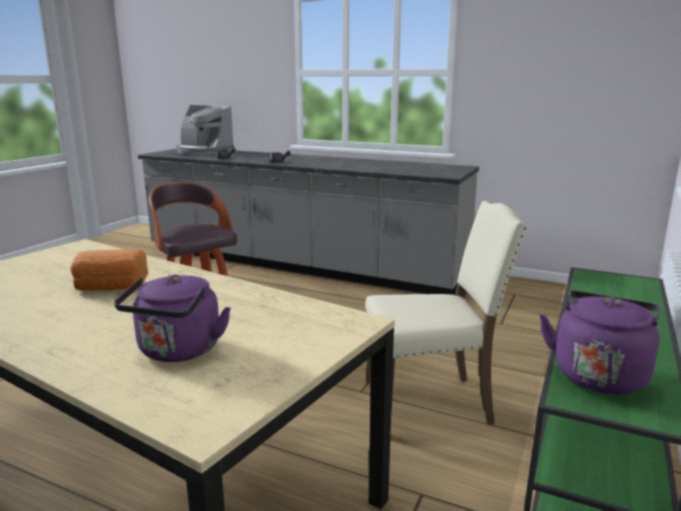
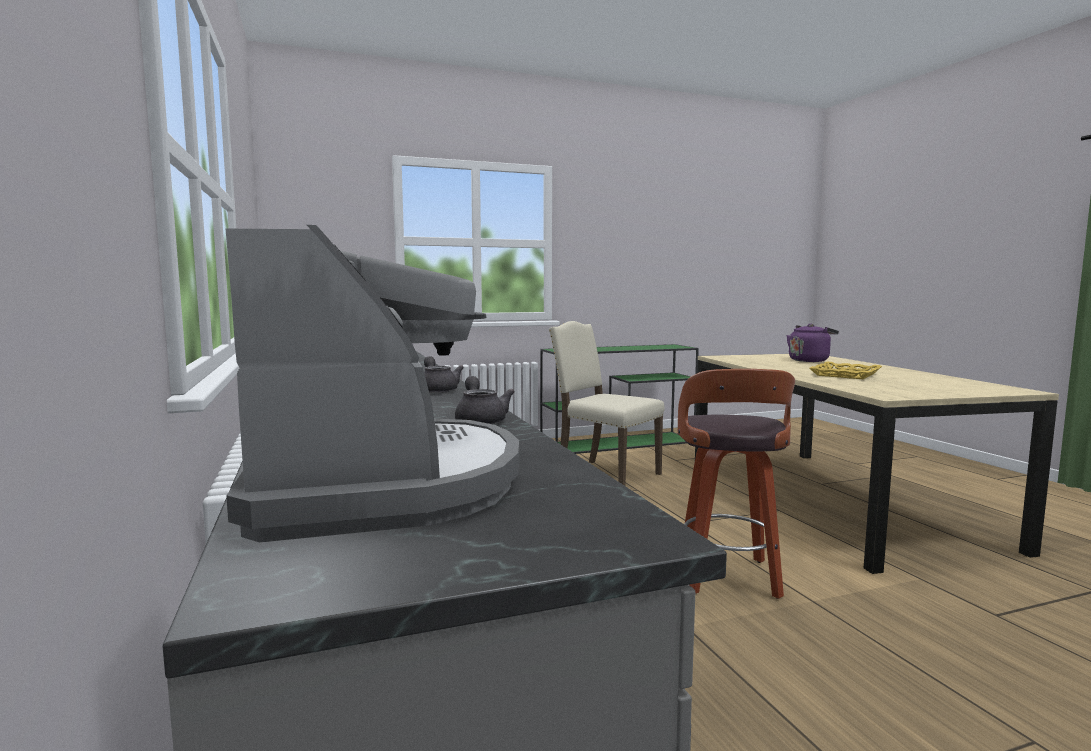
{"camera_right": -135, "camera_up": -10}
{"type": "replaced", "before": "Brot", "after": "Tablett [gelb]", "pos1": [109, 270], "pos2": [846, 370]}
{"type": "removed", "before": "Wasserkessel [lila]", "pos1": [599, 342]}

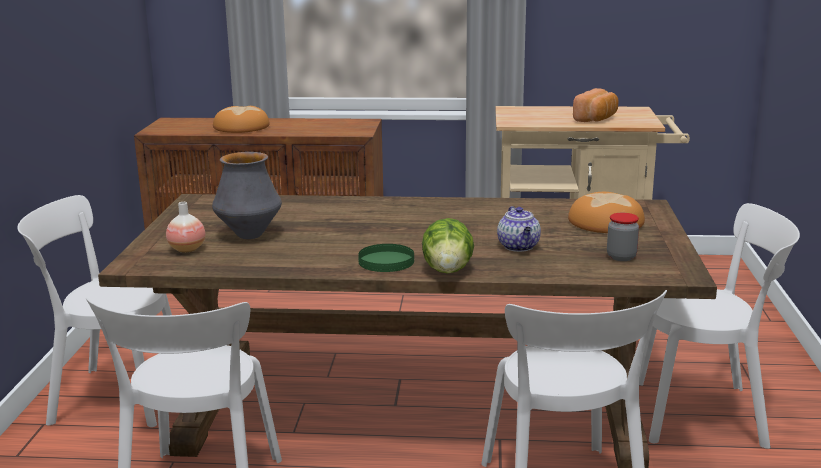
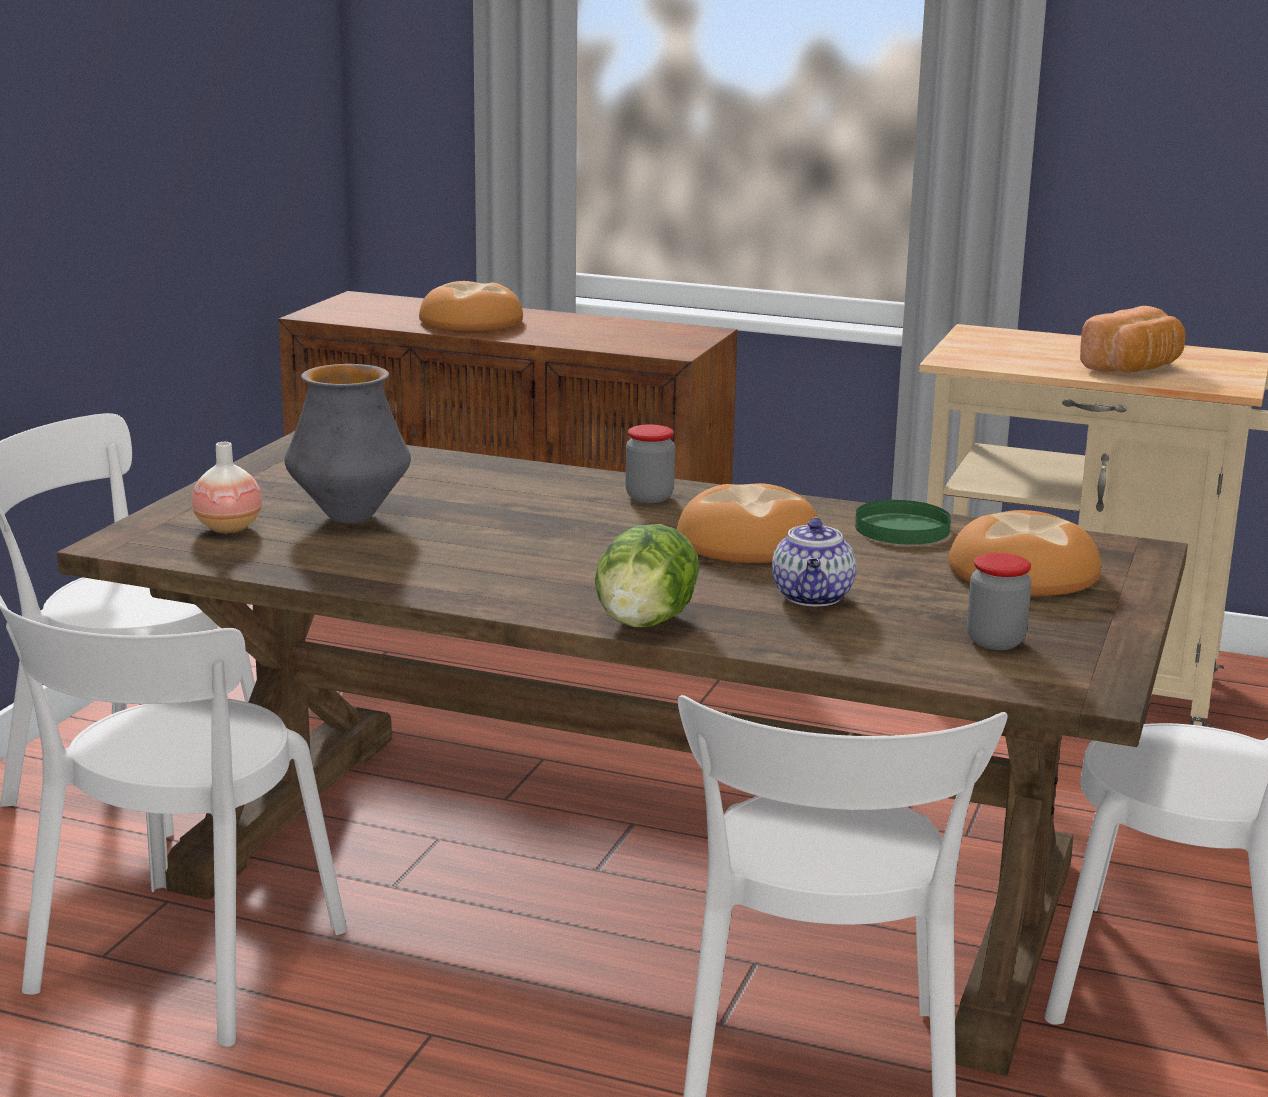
{"camera_right": 15, "camera_up": 0}
{"type": "moved", "before": "Teller [grün]", "pos1": [386, 258], "pos2": [903, 522]}
{"type": "added", "after": "Vorratsglas", "pos2": [650, 464]}
{"type": "added", "after": "Brot", "pos2": [747, 523]}

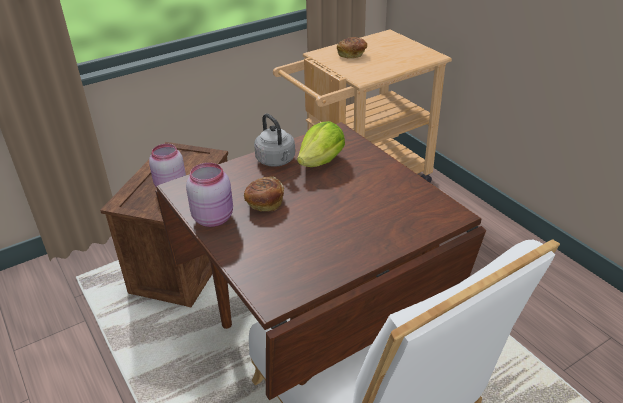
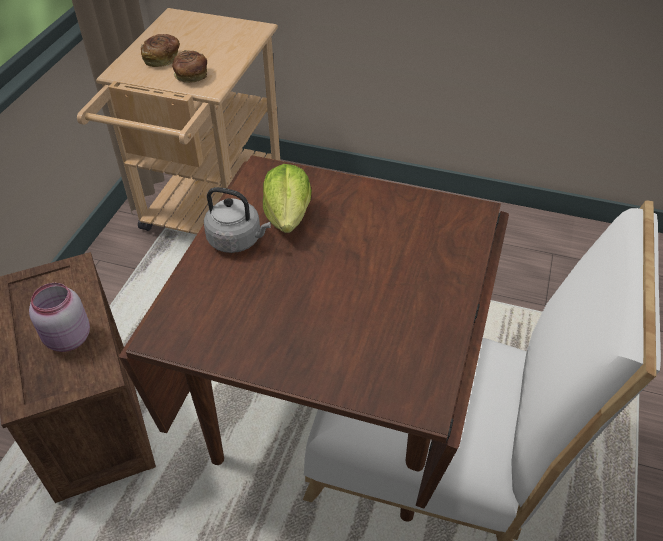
{"camera_right": -40, "camera_up": 10}
{"type": "removed", "before": "Vorratsglas [rosa]", "pos1": [209, 195]}
{"type": "moved", "before": "Brot", "pos1": [264, 193], "pos2": [189, 66]}

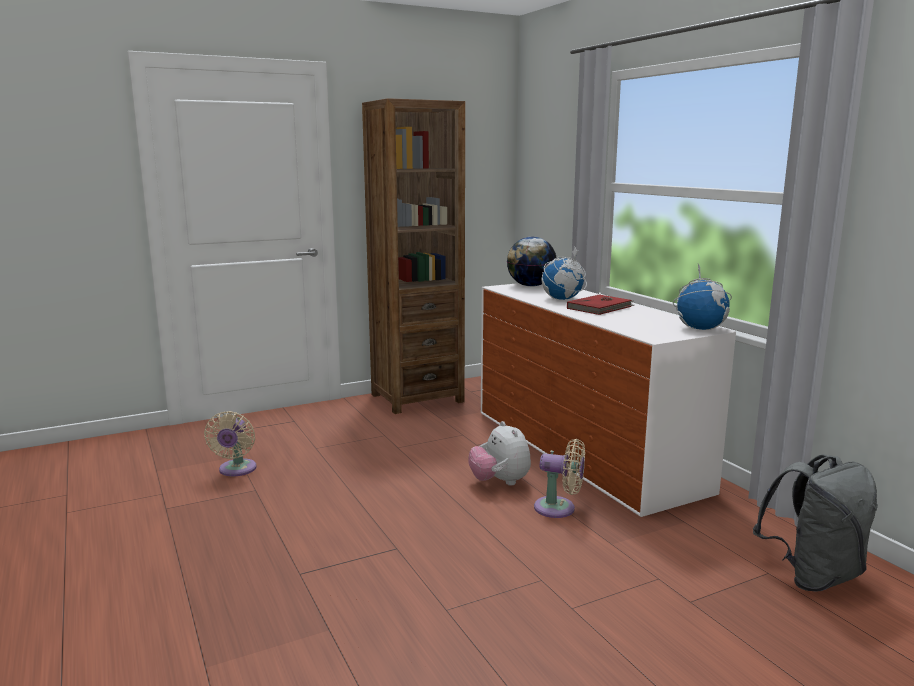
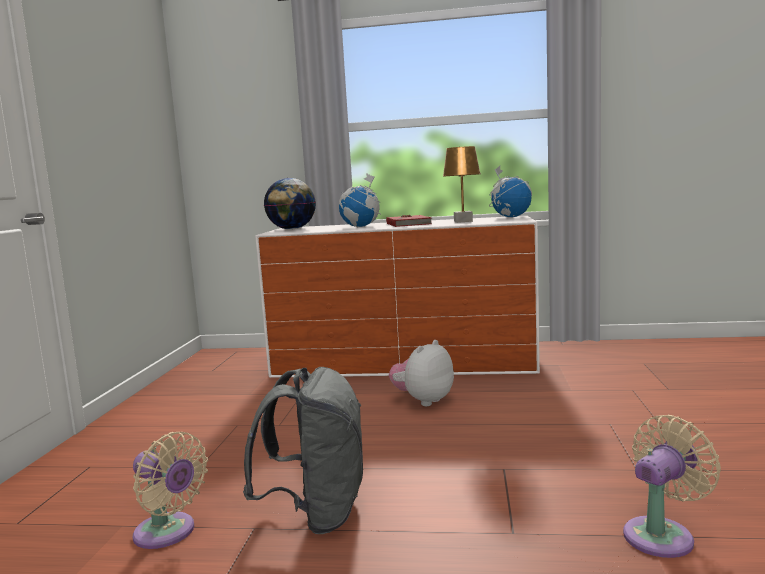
{"camera_right": -55, "camera_up": -5}
{"type": "removed", "before": "Bücherregal [braun]", "pos1": [413, 256]}
{"type": "turned", "before": "Plüschtier", "pos1": [499, 453], "pos2": [421, 373], "turn": 120}
{"type": "moved", "before": "Ventilator [beige]", "pos1": [559, 478], "pos2": [672, 486]}
{"type": "moved", "before": "Rucksack [grau]", "pos1": [815, 523], "pos2": [303, 450]}
{"type": "added", "after": "Tischlampe [braun]", "pos2": [462, 184]}

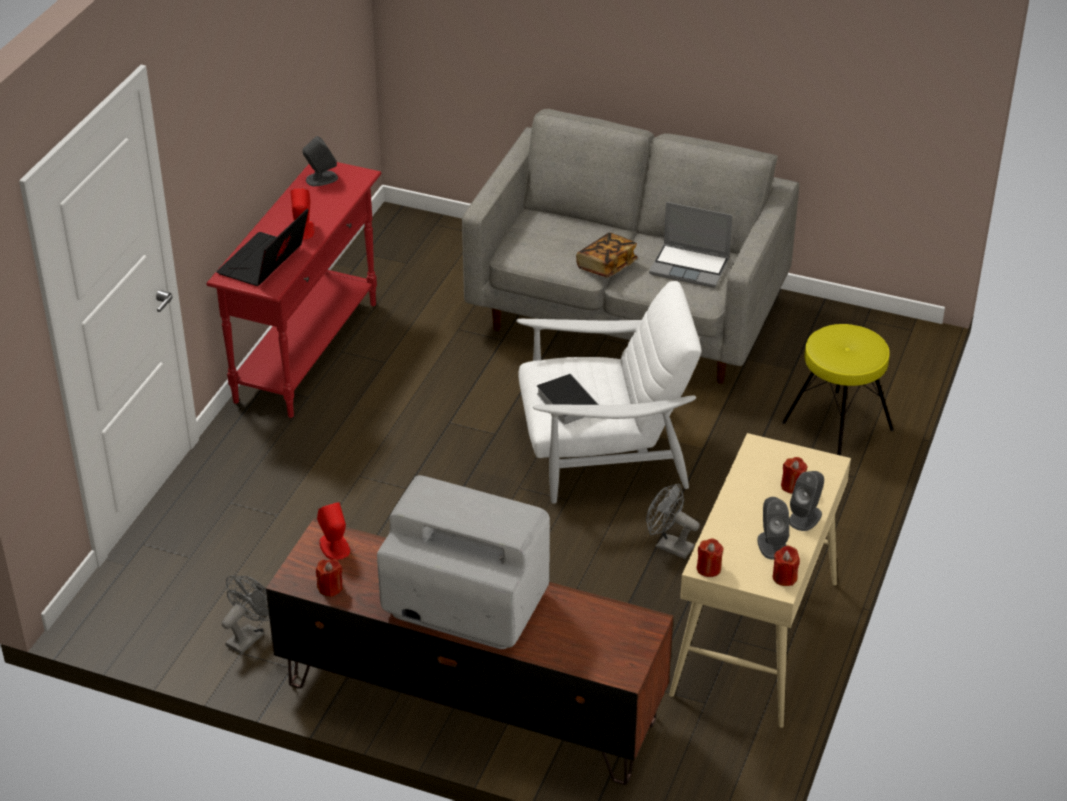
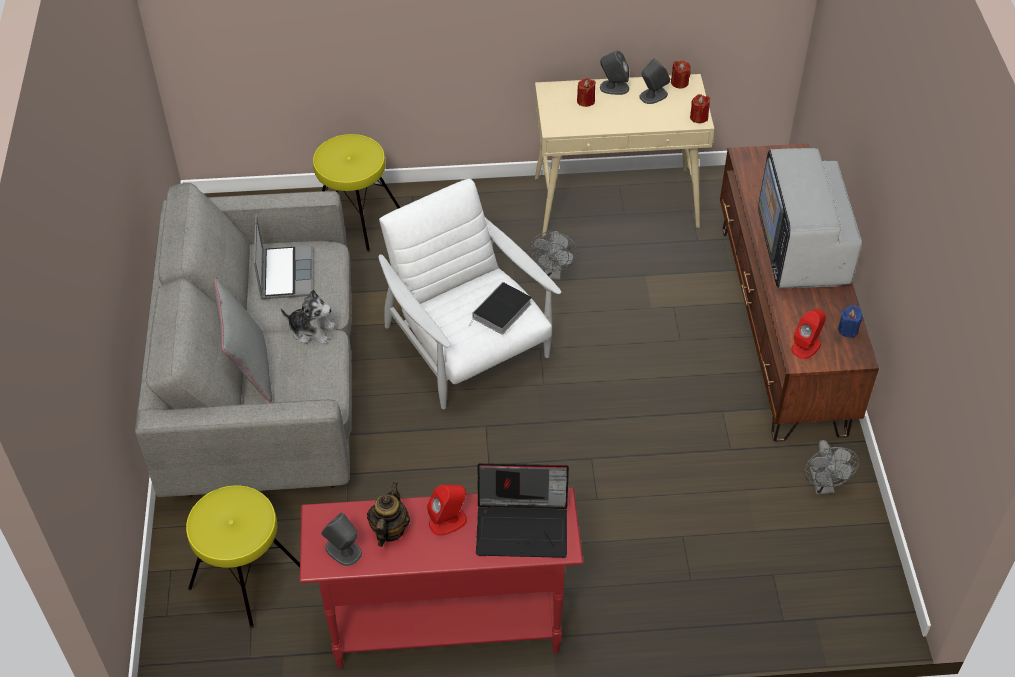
{"camera_right": -115, "camera_up": 10}
{"type": "turned", "before": "Ventilator [grau]", "pos1": [245, 615], "pos2": [831, 467], "turn": -105}
{"type": "recoloured", "before": "Kerze [rot]", "after": "Kerze [blau]", "pos1": [329, 578], "pos2": [850, 321]}
{"type": "replaced", "before": "Buch", "after": "Plüschtier", "pos1": [607, 255], "pos2": [308, 317]}
{"type": "added", "after": "Hocker [gelb]", "pos2": [243, 557]}
{"type": "added", "after": "Kissen [grau]", "pos2": [243, 340]}
{"type": "added", "after": "Teekanne", "pos2": [388, 514]}

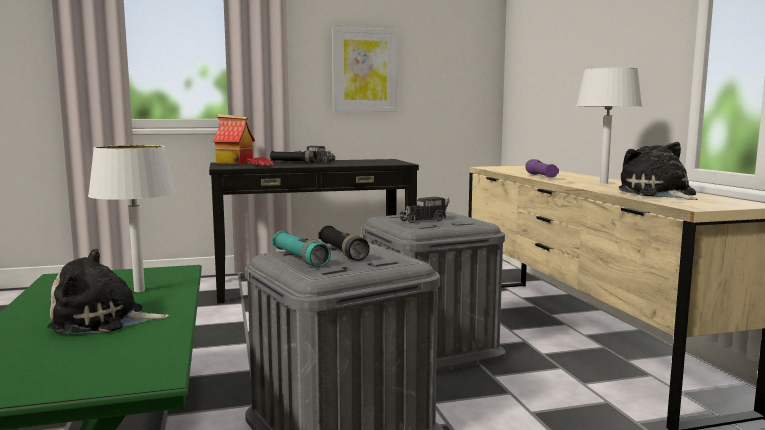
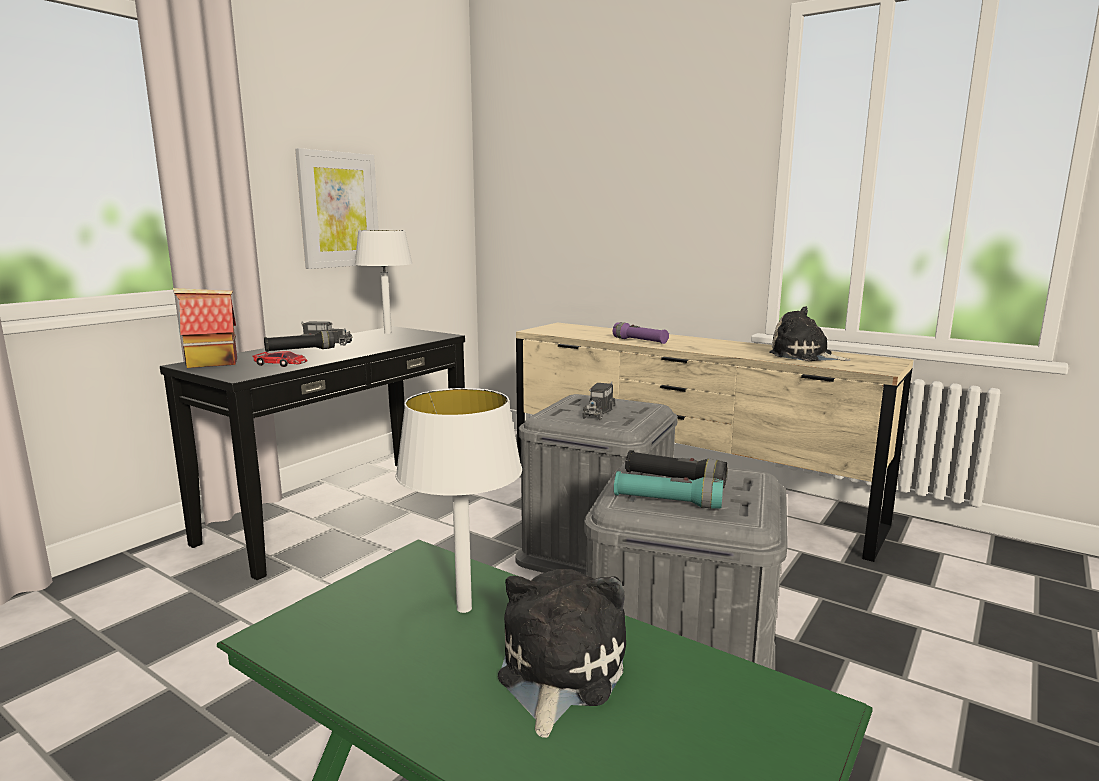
{"camera_right": -40, "camera_up": 5}
{"type": "turned", "before": "Plüschtier", "pos1": [108, 290], "pos2": [562, 653], "turn": 150}
{"type": "moved", "before": "Tischlampe [weiß]", "pos1": [609, 125], "pos2": [383, 282]}

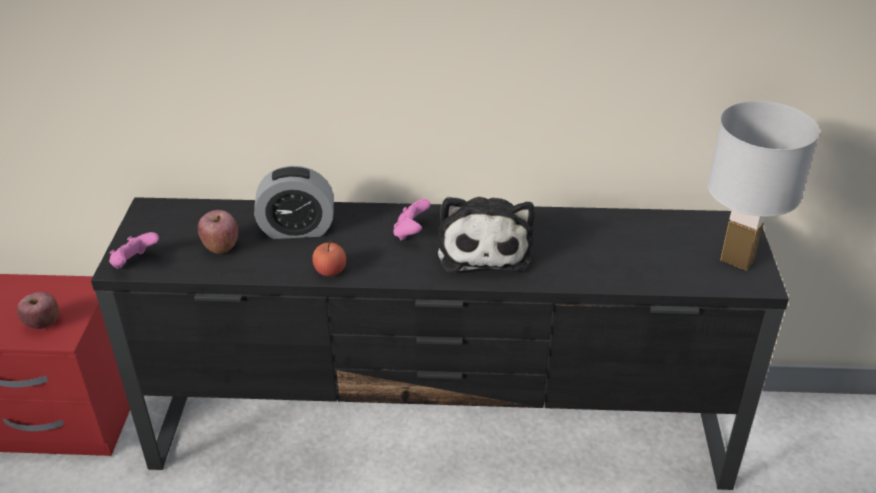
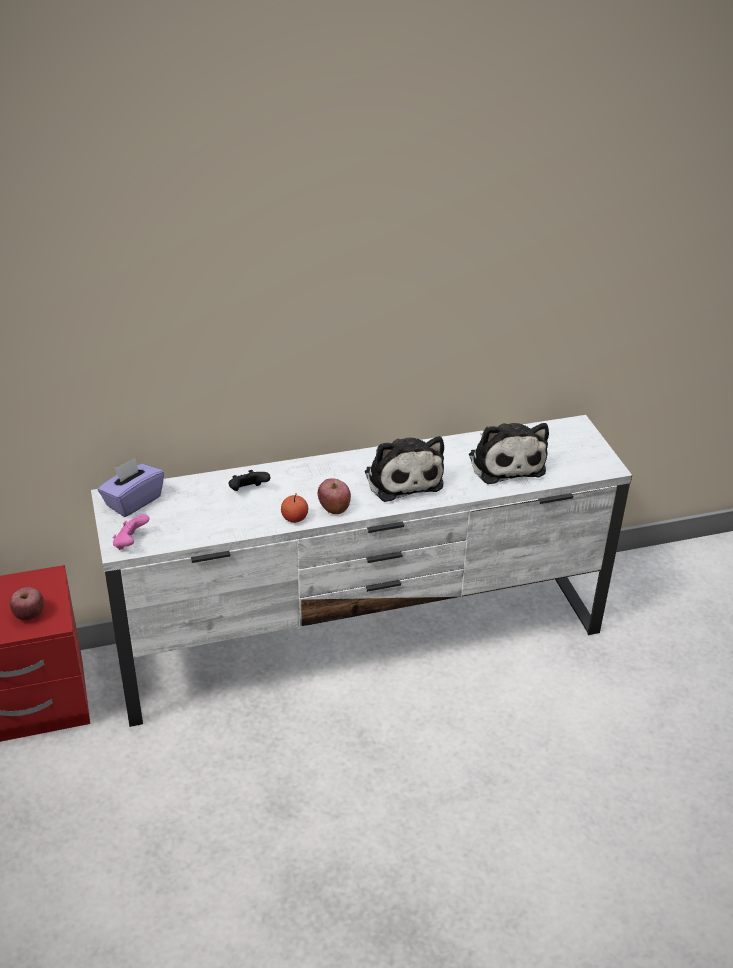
{"camera_right": -20, "camera_up": 0}
{"type": "recoloured", "before": "Fernsehschrank [schwarz]", "after": "Fernsehschrank [weiß]", "pos1": [440, 343], "pos2": [361, 571]}
{"type": "moved", "before": "Apfel", "pos1": [218, 232], "pos2": [334, 496]}
{"type": "replaced", "before": "Wecker", "after": "Gamepad [schwarz]", "pos1": [294, 202], "pos2": [249, 480]}
{"type": "removed", "before": "Gamepad [rosa]", "pos1": [412, 219]}
{"type": "removed", "before": "Tischlampe [weiß]", "pos1": [763, 186]}
{"type": "added", "after": "Taschentuchbox [lila]", "pos2": [131, 487]}
{"type": "added", "after": "Plüschtier", "pos2": [509, 453]}

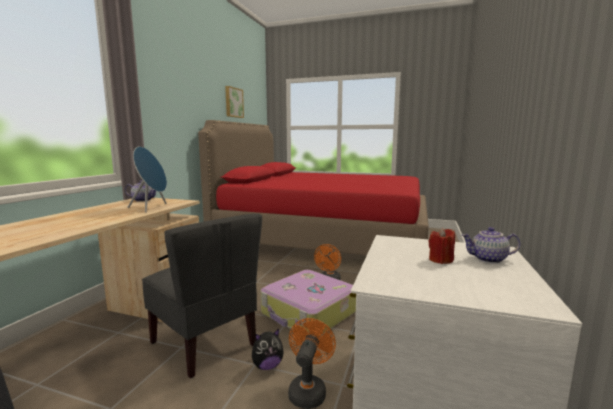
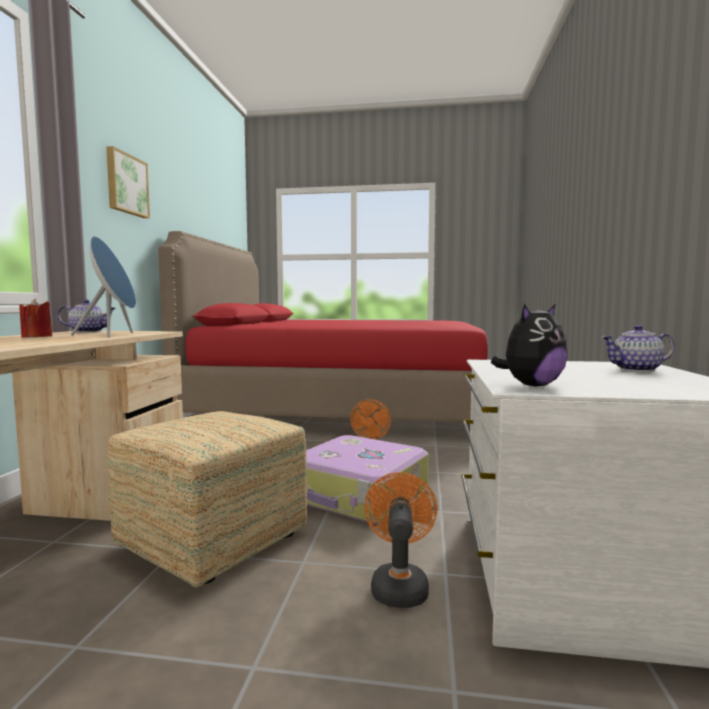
{"camera_right": -10, "camera_up": -5}
{"type": "replaced", "before": "Stuhl [grau]", "after": "Polsterhocker", "pos1": [202, 295], "pos2": [207, 499]}
{"type": "moved", "before": "Bild", "pos1": [234, 102], "pos2": [128, 182]}
{"type": "moved", "before": "Plüschtier", "pos1": [268, 349], "pos2": [529, 345]}
{"type": "moved", "before": "Kerze [rot]", "pos1": [441, 246], "pos2": [35, 318]}

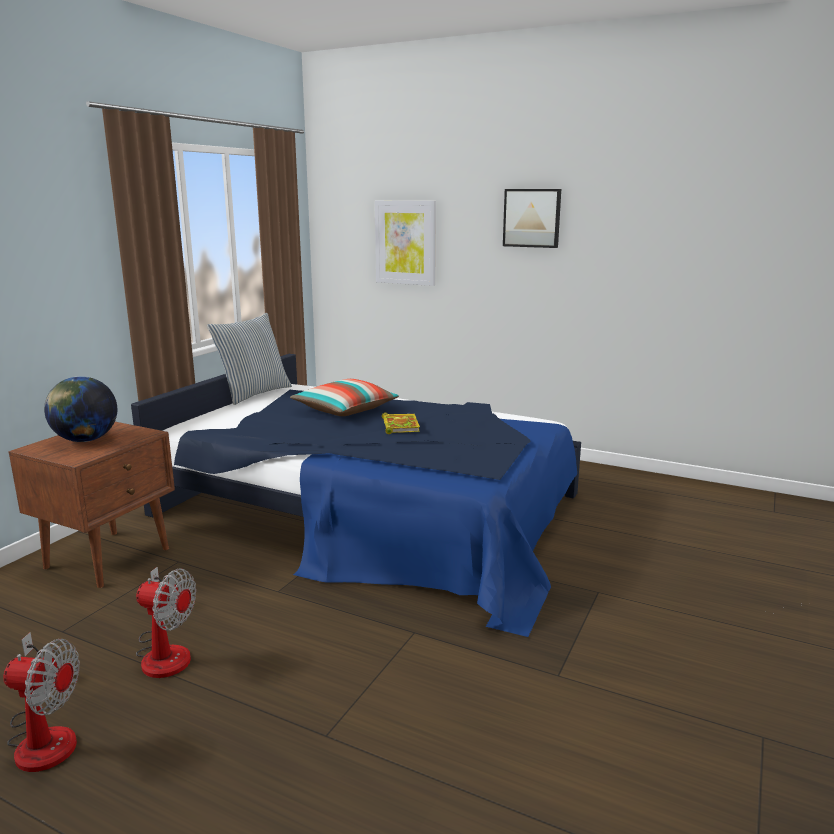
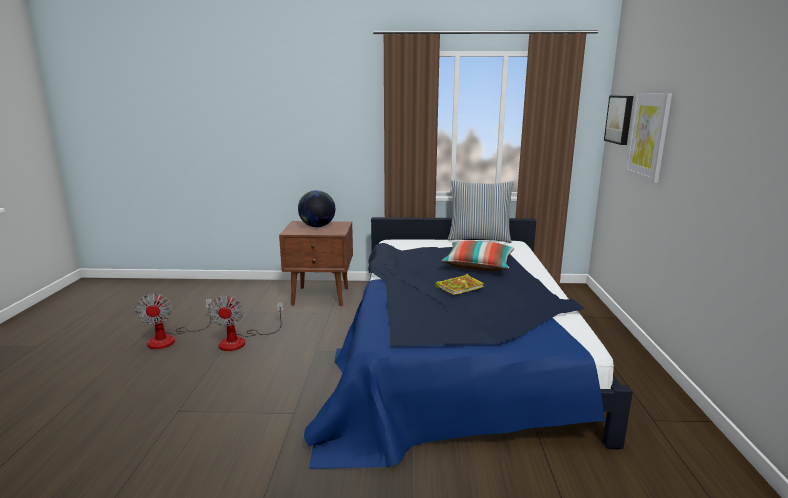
{"camera_right": 65, "camera_up": 0}
{"type": "moved", "before": "Bild", "pos1": [532, 218], "pos2": [618, 120]}

